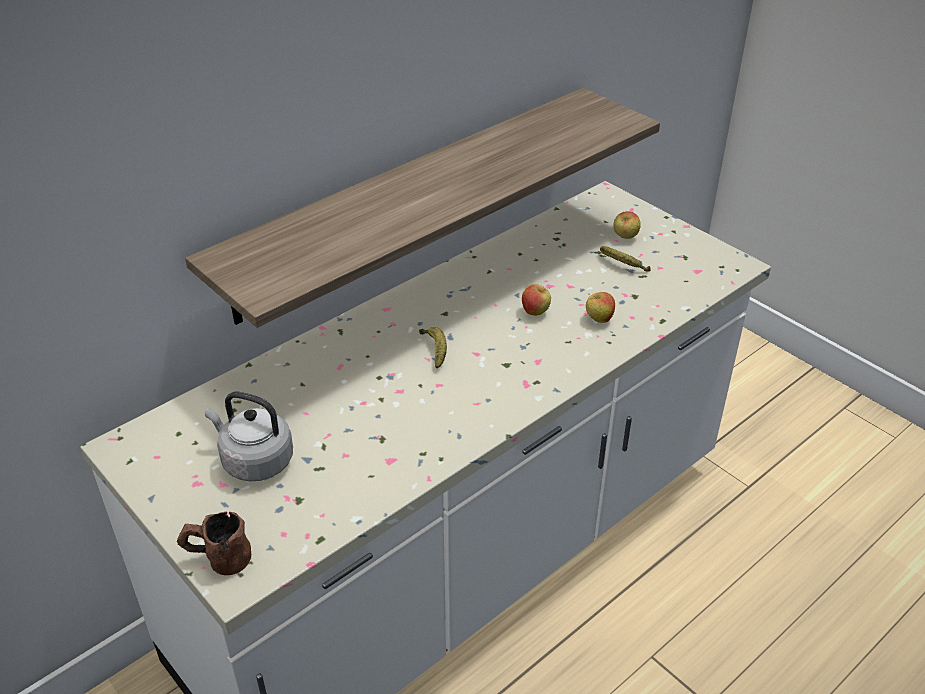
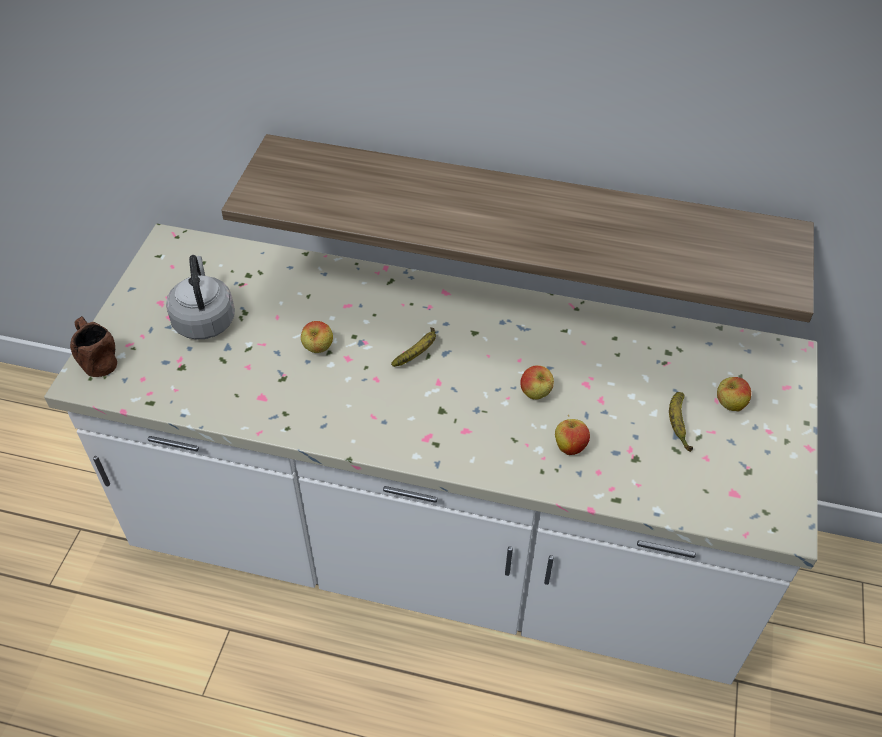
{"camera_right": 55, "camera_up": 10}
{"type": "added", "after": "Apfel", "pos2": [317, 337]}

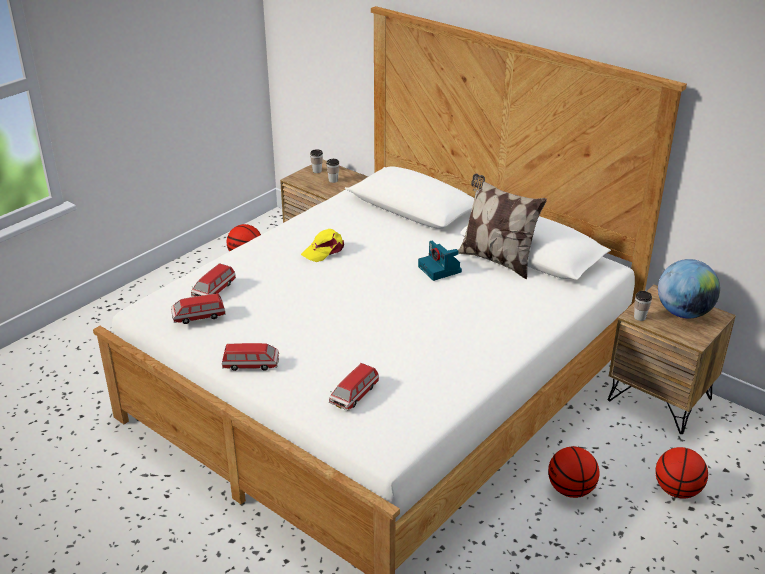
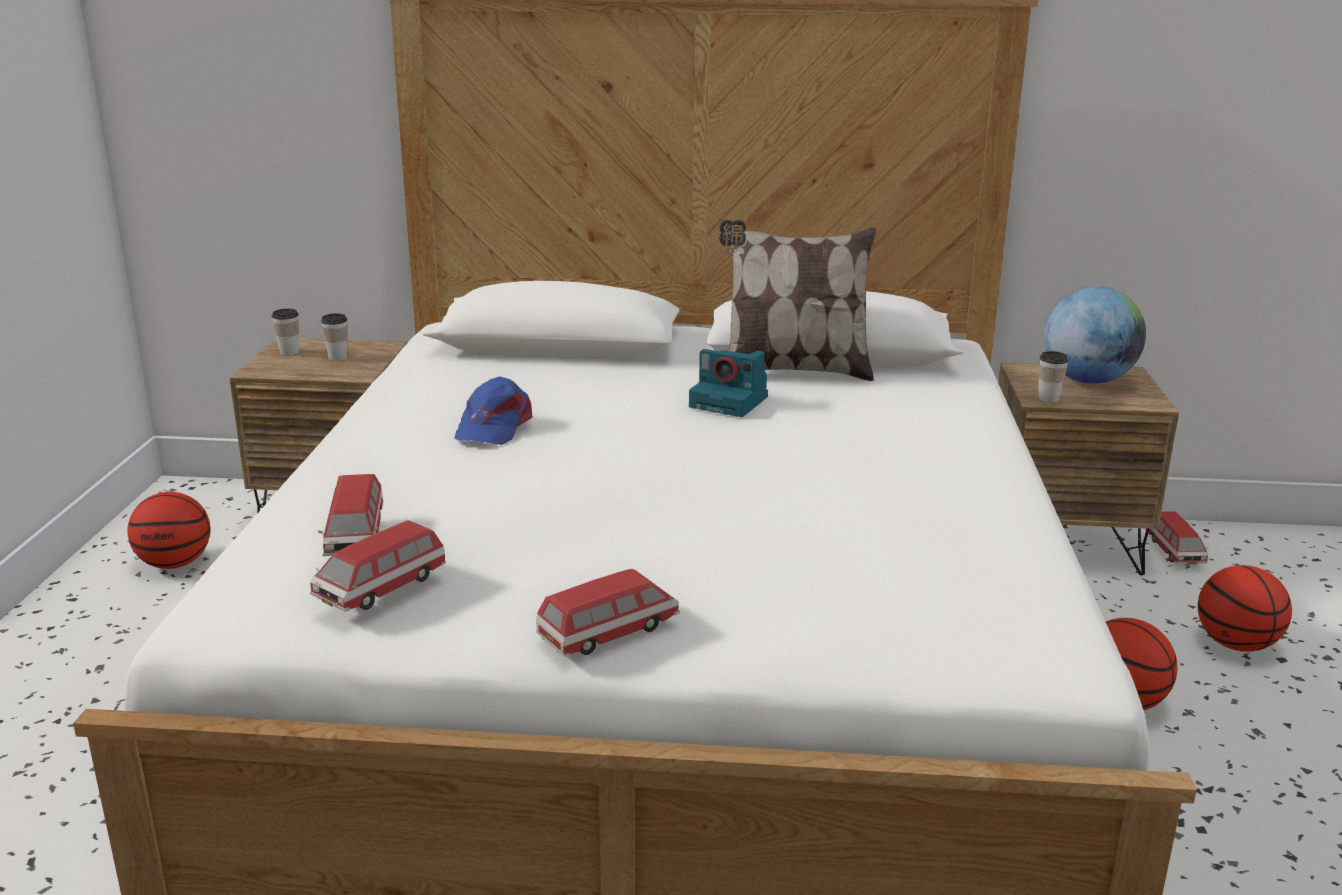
{"camera_right": -35, "camera_up": -10}
{"type": "recoloured", "before": "Kappe [gelb]", "after": "Kappe [blau]", "pos1": [322, 245], "pos2": [494, 410]}
{"type": "moved", "before": "Spielzeugauto", "pos1": [354, 387], "pos2": [1176, 537]}

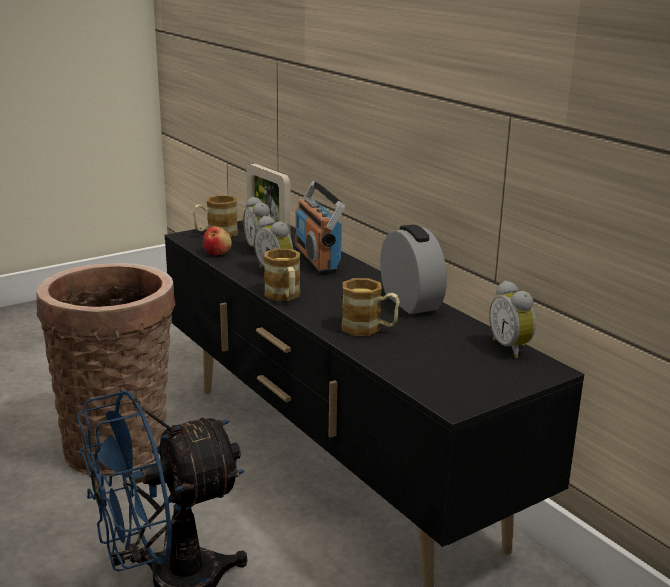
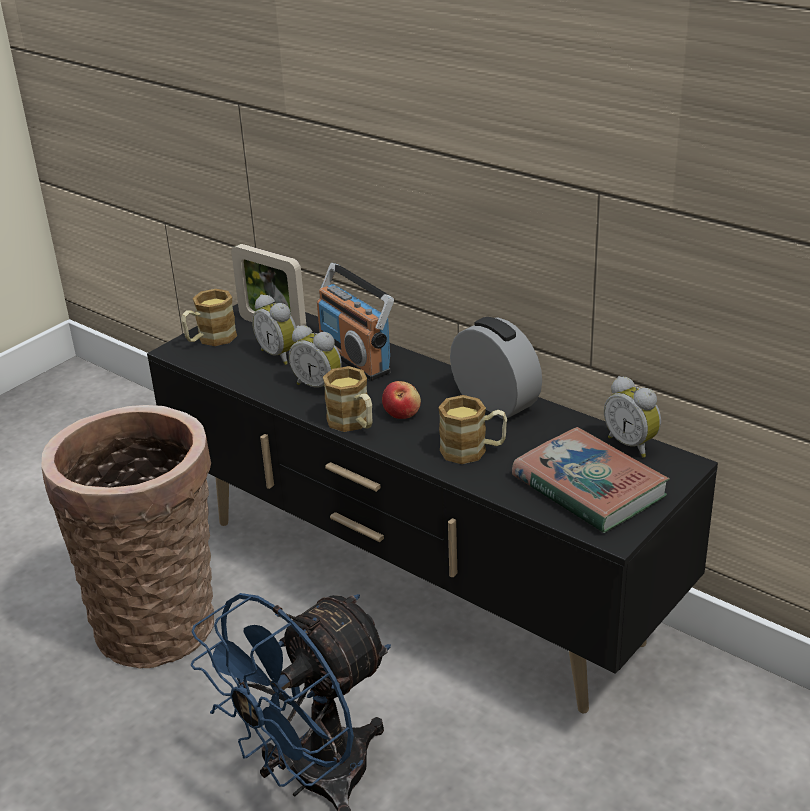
{"camera_right": -15, "camera_up": 10}
{"type": "moved", "before": "Apfel", "pos1": [217, 240], "pos2": [401, 400]}
{"type": "added", "after": "Buch", "pos2": [591, 480]}

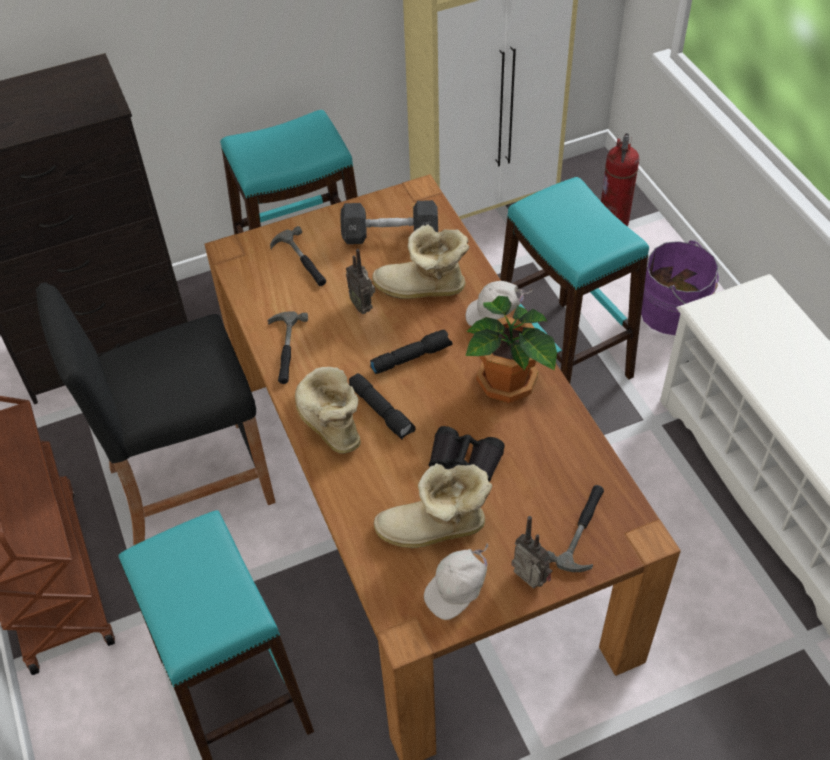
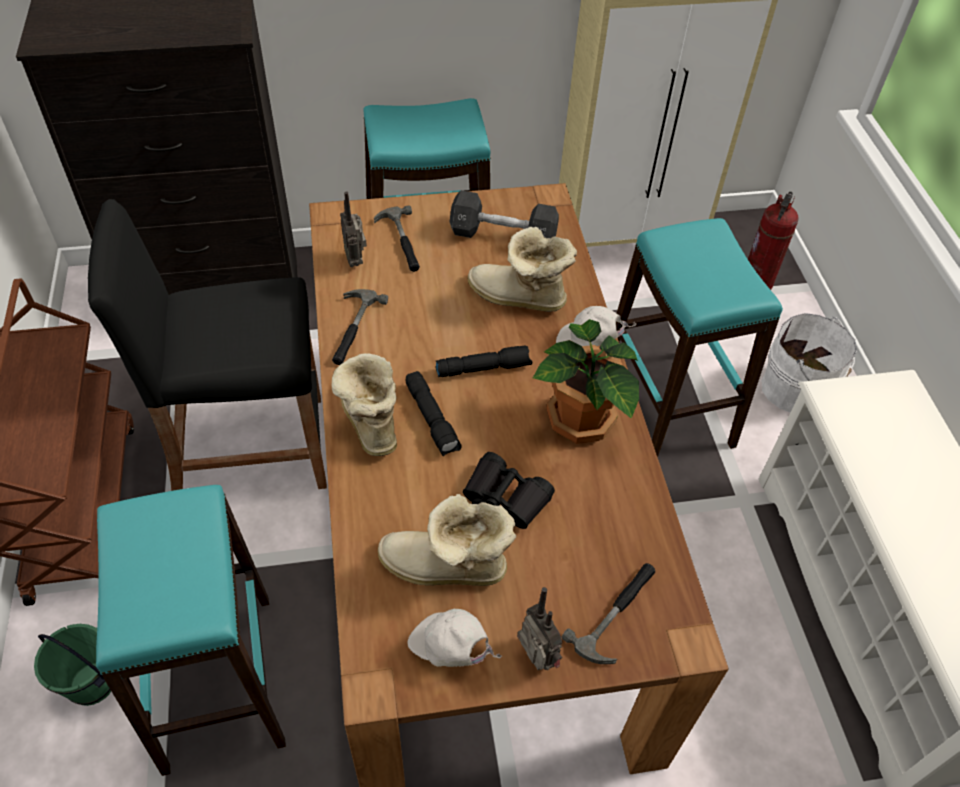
{"camera_right": 10, "camera_up": 0}
{"type": "moved", "before": "Radio", "pos1": [360, 281], "pos2": [353, 229]}
{"type": "turned", "before": "Kappe [weiß]", "pos1": [456, 582], "pos2": [454, 638], "turn": 60}
{"type": "recoloured", "before": "Eimer [lila]", "after": "Eimer [weiß]", "pos1": [680, 287], "pos2": [809, 363]}
{"type": "added", "after": "Eimer [grün]", "pos2": [72, 665]}

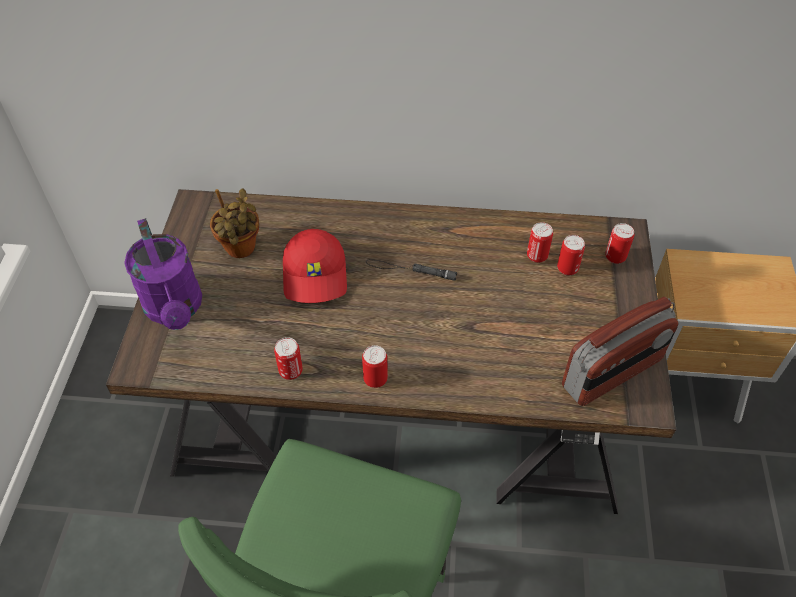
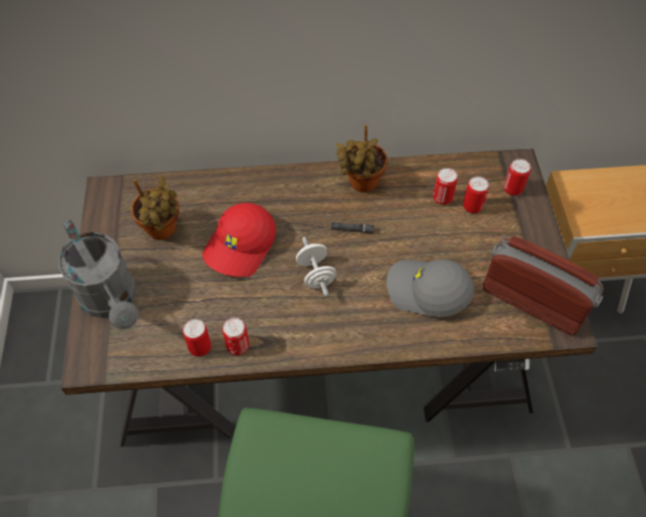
{"camera_right": -10, "camera_up": 5}
{"type": "recoloured", "before": "Gießkanne [lila]", "after": "Gießkanne [grau]", "pos1": [163, 274], "pos2": [98, 275]}
{"type": "turned", "before": "Kappe [rot]", "pos1": [315, 266], "pos2": [239, 240], "turn": 45}
{"type": "moved", "before": "Dose", "pos1": [375, 366], "pos2": [197, 338]}
{"type": "turned", "before": "Radio", "pos1": [620, 351], "pos2": [543, 286], "turn": -105}
{"type": "added", "after": "Hantel [weiß]", "pos2": [316, 267]}
{"type": "added", "after": "Topfpflanze", "pos2": [361, 159]}
{"type": "added", "after": "Kappe [grau]", "pos2": [430, 288]}

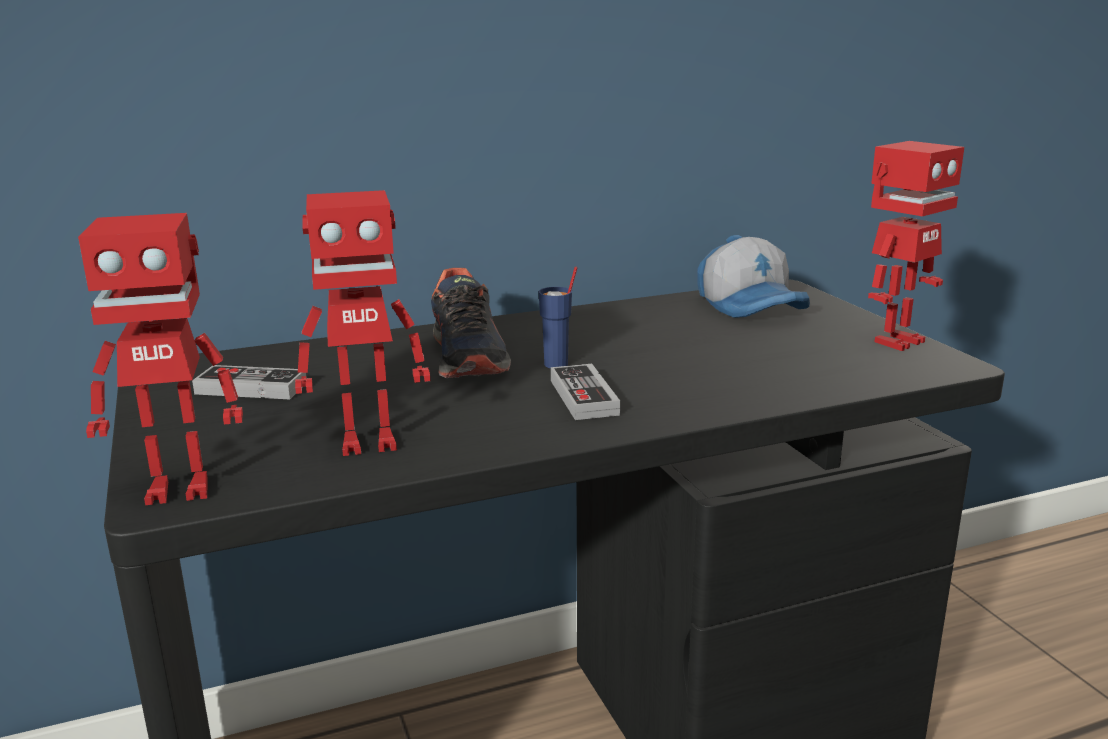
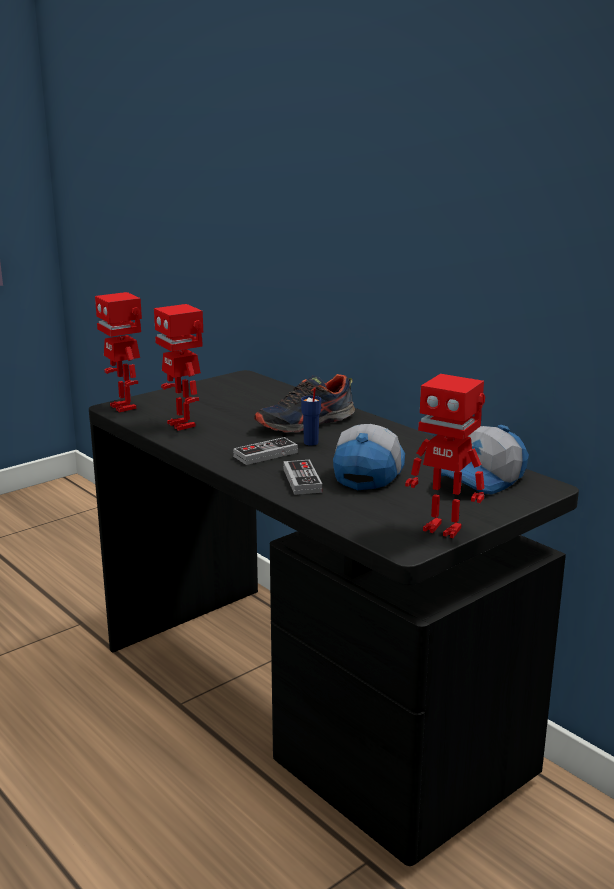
{"camera_right": 70, "camera_up": 0}
{"type": "moved", "before": "Gamepad", "pos1": [249, 382], "pos2": [303, 477]}
{"type": "added", "after": "Kappe", "pos2": [369, 457]}

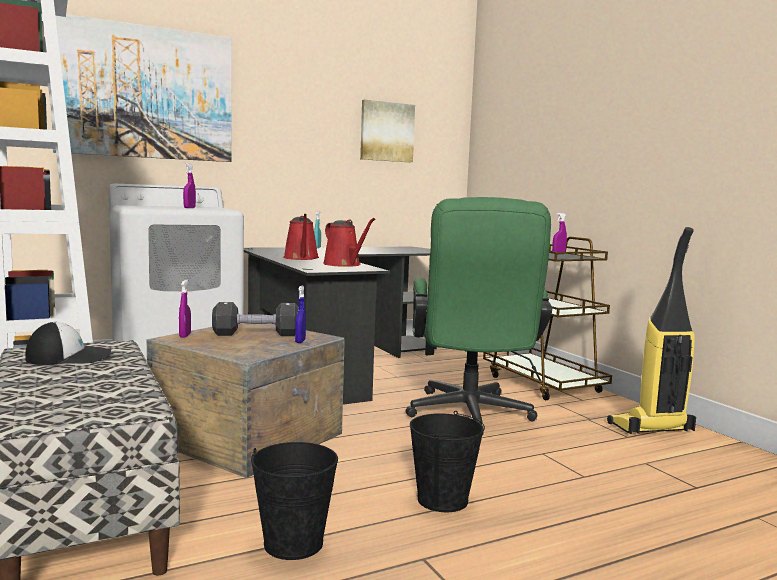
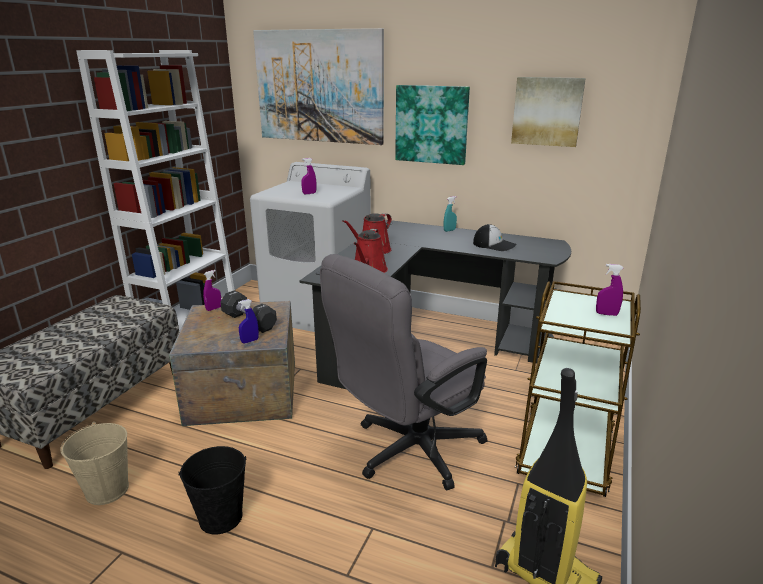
{"camera_right": 50, "camera_up": 15}
{"type": "moved", "before": "Kappe", "pos1": [68, 343], "pos2": [495, 237]}
{"type": "recoloured", "before": "Eimer [schwarz]", "after": "Eimer [beige]", "pos1": [294, 501], "pos2": [94, 463]}
{"type": "recoloured", "before": "Bürostuhl [grün]", "after": "Bürostuhl [grau]", "pos1": [479, 311], "pos2": [404, 372]}
{"type": "added", "after": "Bild", "pos2": [432, 125]}

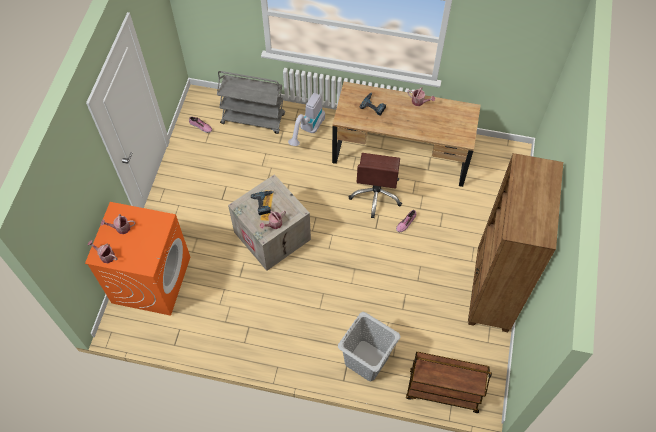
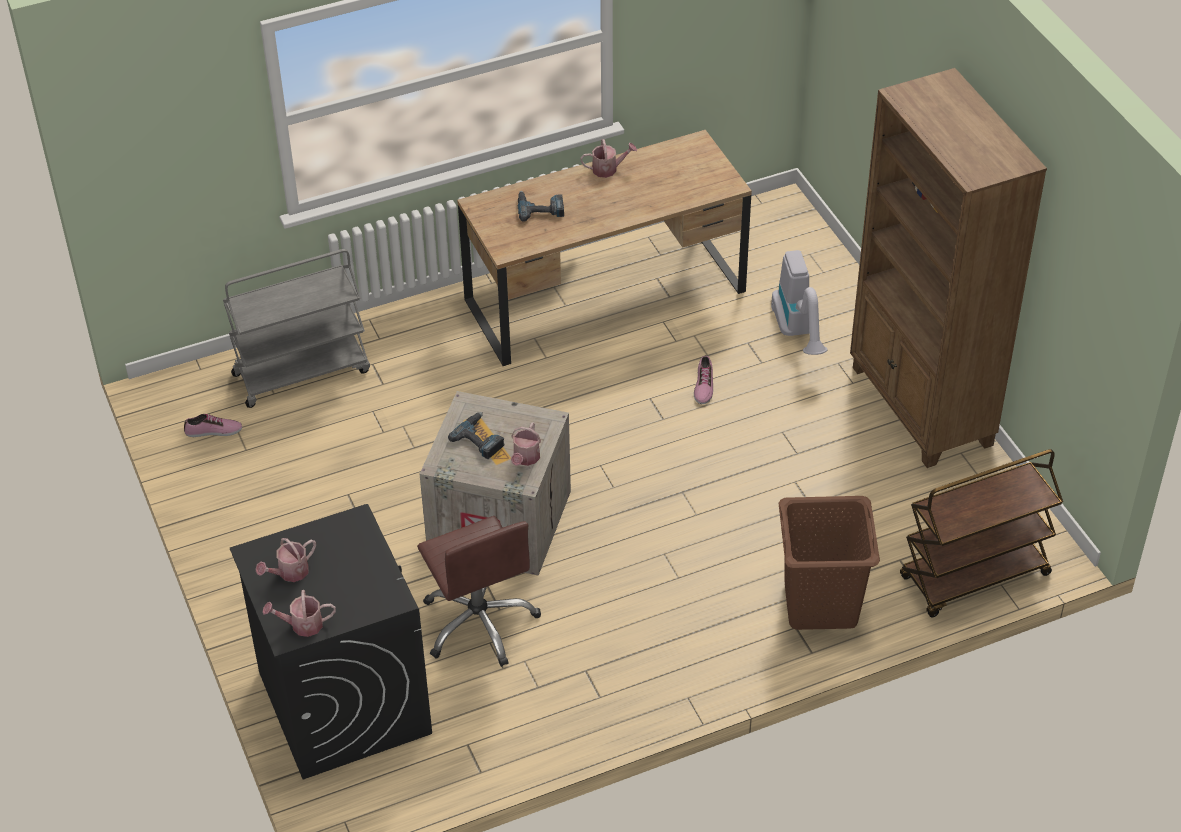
{"camera_right": -35, "camera_up": -15}
{"type": "recoloured", "before": "Waschmaschine [orange]", "after": "Waschmaschine [schwarz]", "pos1": [137, 259], "pos2": [331, 641]}
{"type": "moved", "before": "Staubsauger", "pos1": [306, 119], "pos2": [799, 302]}
{"type": "recoloured", "before": "Wäschekorb [grau]", "after": "Wäschekorb [braun]", "pos1": [369, 347], "pos2": [829, 563]}
{"type": "moved", "before": "Bürostuhl [braun]", "pos1": [375, 185], "pos2": [479, 591]}

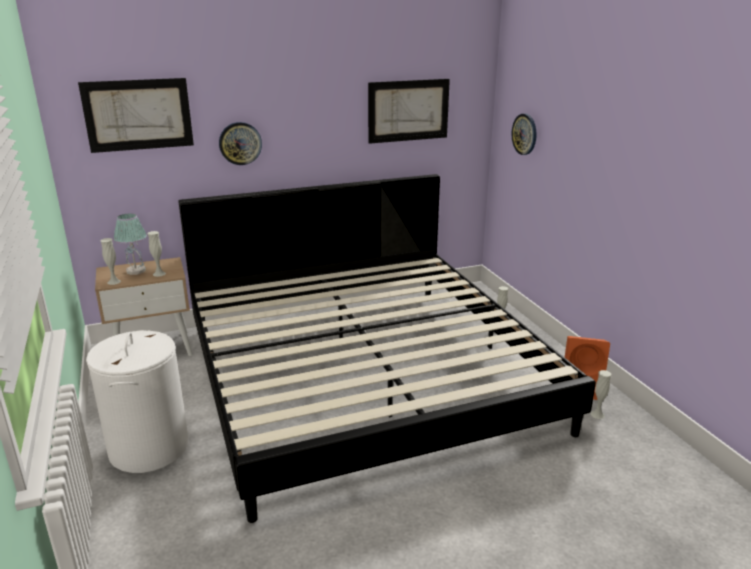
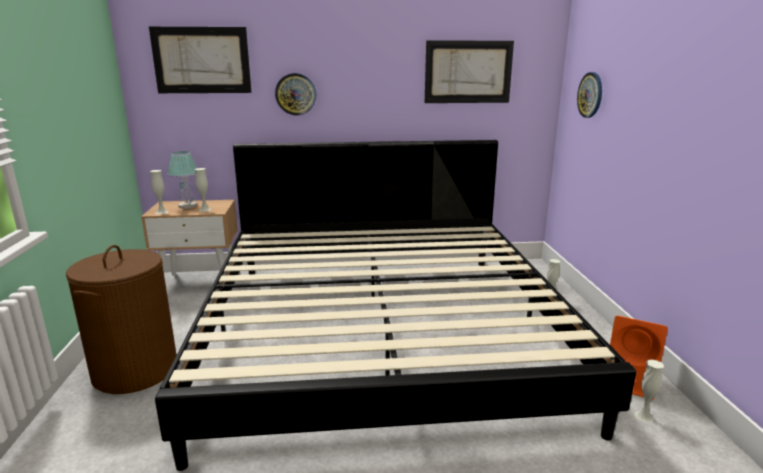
{"camera_right": 15, "camera_up": -5}
{"type": "recoloured", "before": "Wäschekorb [weiß]", "after": "Wäschekorb [braun]", "pos1": [137, 401], "pos2": [121, 319]}

